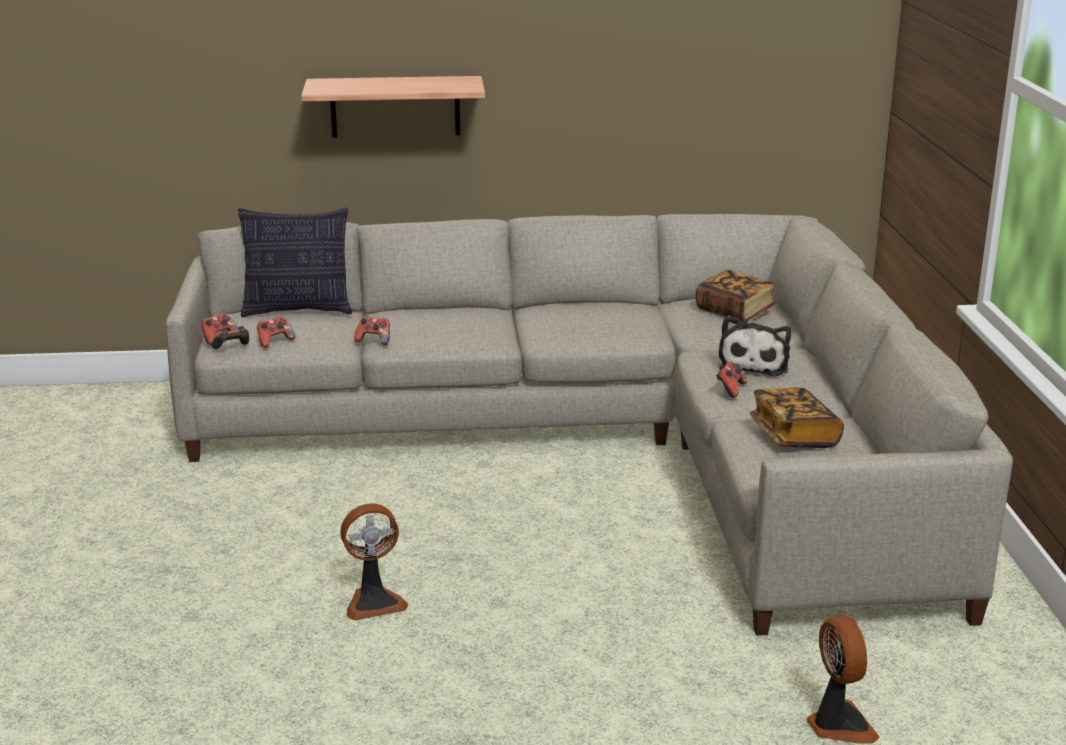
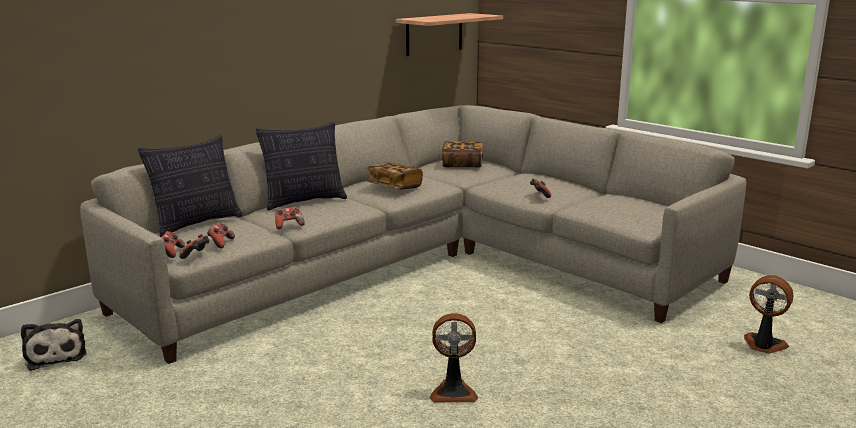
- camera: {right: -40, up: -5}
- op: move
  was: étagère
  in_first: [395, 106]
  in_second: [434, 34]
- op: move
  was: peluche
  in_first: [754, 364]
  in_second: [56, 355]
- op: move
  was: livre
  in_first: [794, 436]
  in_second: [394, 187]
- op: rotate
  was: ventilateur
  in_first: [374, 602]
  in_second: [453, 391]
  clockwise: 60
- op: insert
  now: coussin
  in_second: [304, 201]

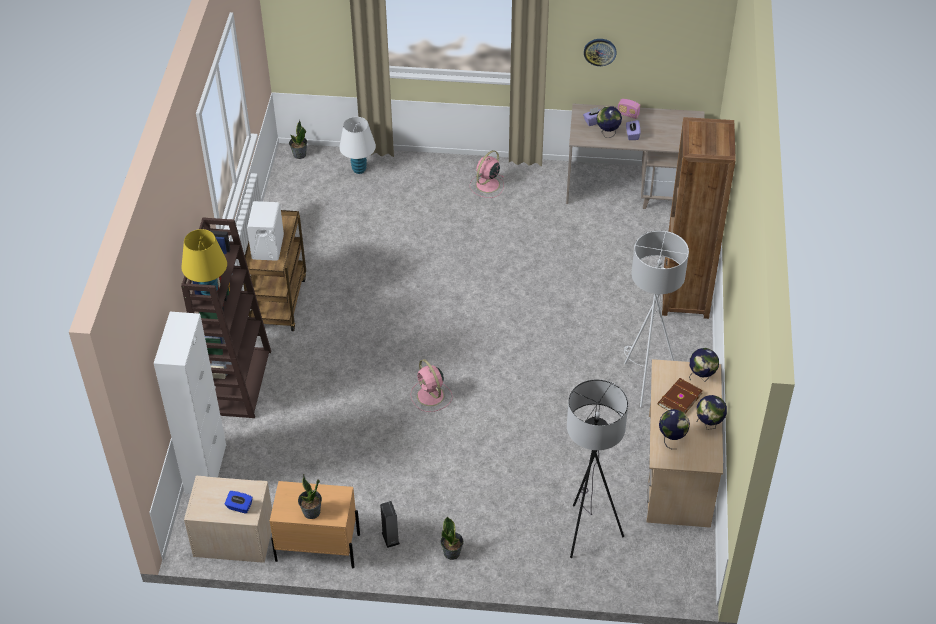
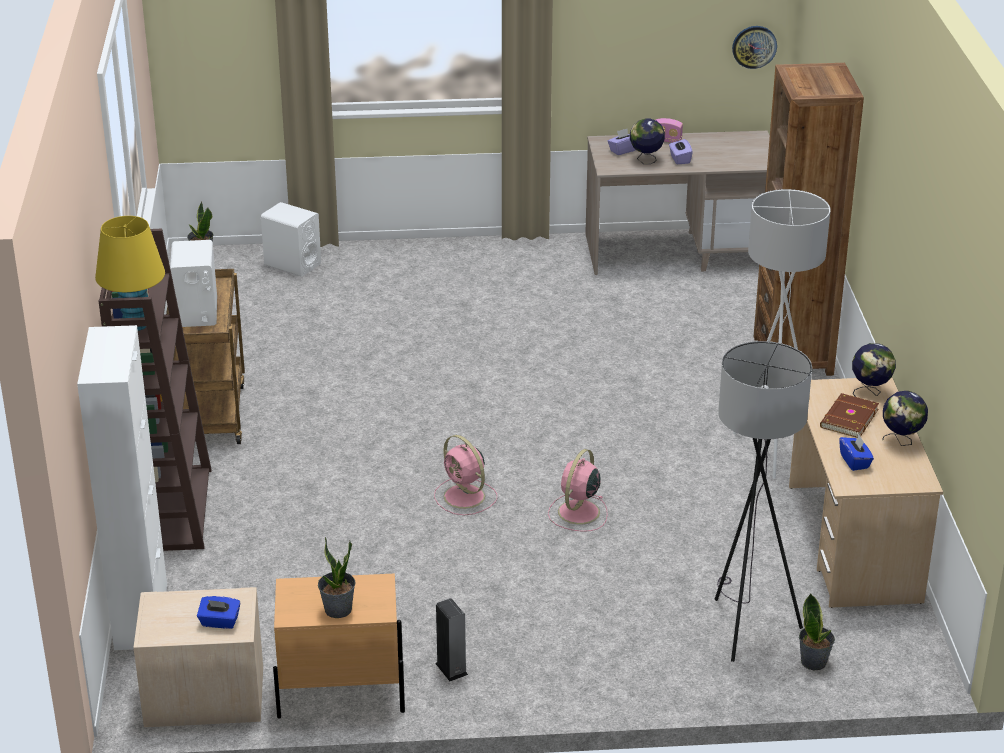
- camera: {right: -10, up: -15}
- op: move
  was: horloge murale
  in_first: [600, 51]
  in_second: [754, 46]
- op: replace
  was: lampe de table (blanc)
  now: enceinte (blanc)
  in_first: [359, 169]
  in_second: [292, 264]
- op: move
  was: ventilateur (rose)
  in_first: [487, 185]
  in_second: [578, 513]
- op: replace
  was: globe
  now: boîte à mouchoirs (bleu)
  in_first: [672, 439]
  in_second: [855, 462]
- op: move
  was: plante en pot
  in_first: [452, 552]
  in_second: [814, 662]

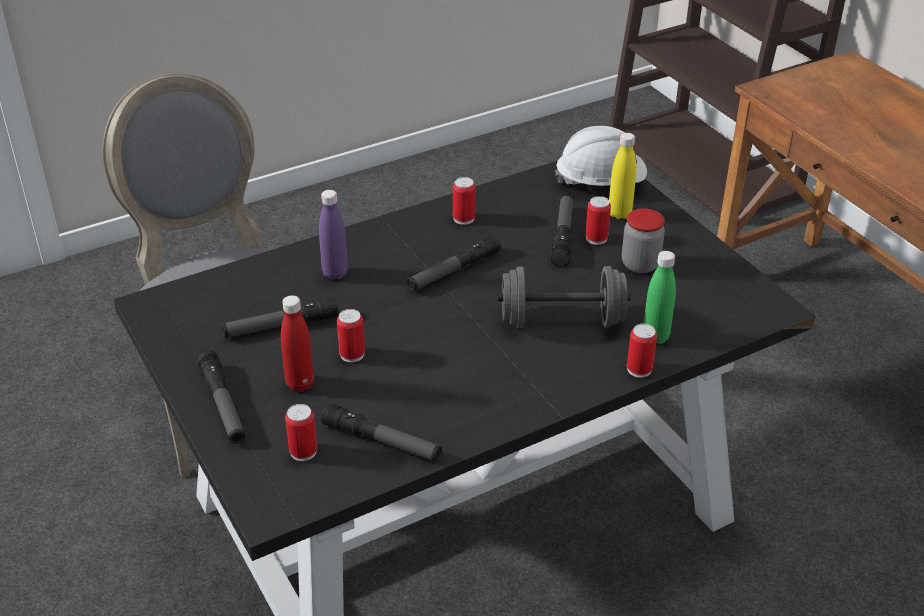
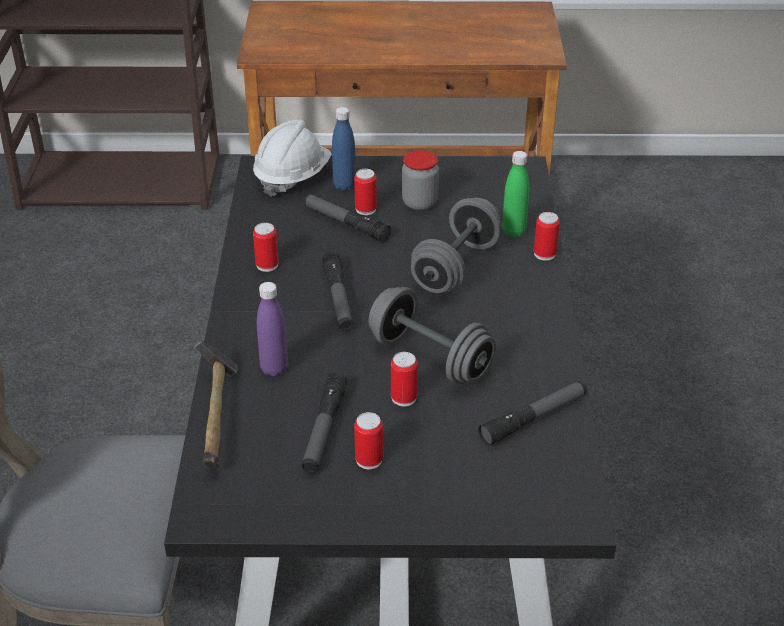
- camera: {right: -60, up: 0}
- op: recolor
  was: bouteille (jaune)
  now: bouteille (bleu)
  in_first: [619, 213]
  in_second: [344, 185]
- op: delete
  was: bouteille (rouge)
  in_first: [300, 383]
- op: delete
  was: lampe de poche
  in_first: [223, 404]
- op: move
  was: boîte métallique
  in_first: [303, 451]
  in_second: [369, 459]
- op: insert
  now: haltère (gris)
  in_second: [430, 358]
- op: insert
  now: marteau
  in_second: [217, 418]

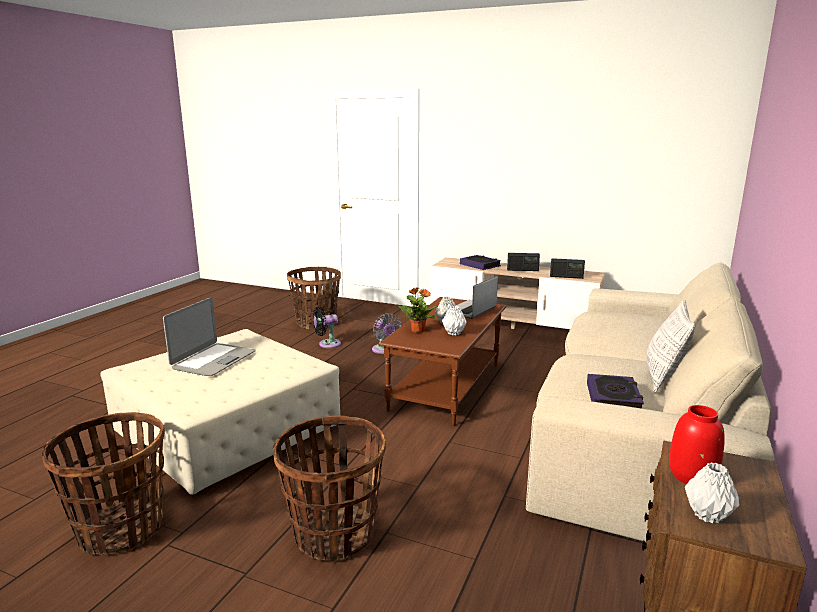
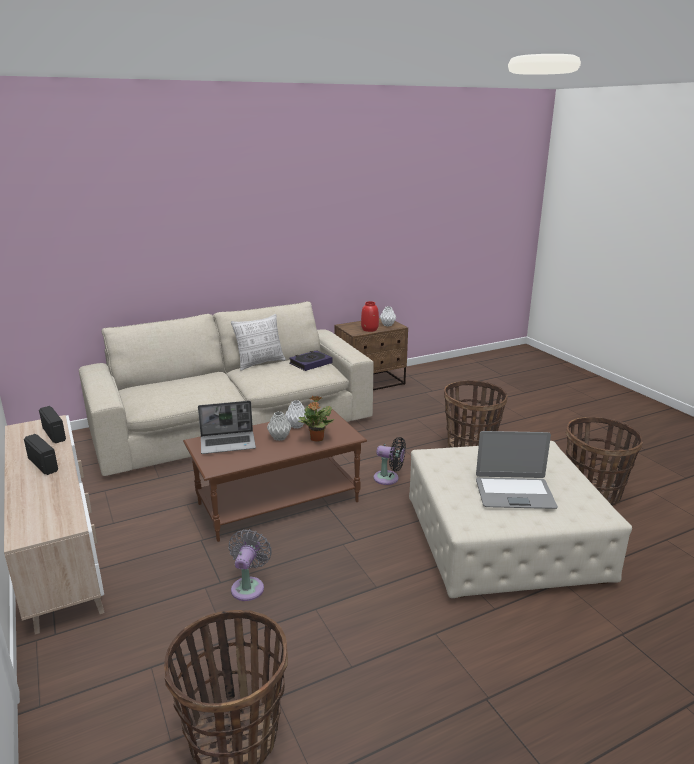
- camera: {right: -140, up: 5}
- op: delete
  was: livre
  in_first: [480, 265]
- op: rotate
  was: ordinateur portable
  in_first: [213, 360]
  in_second: [514, 493]
  clockwise: -150
- op: move
  was: ventilateur (noir)
  in_first: [327, 344]
  in_second: [389, 478]

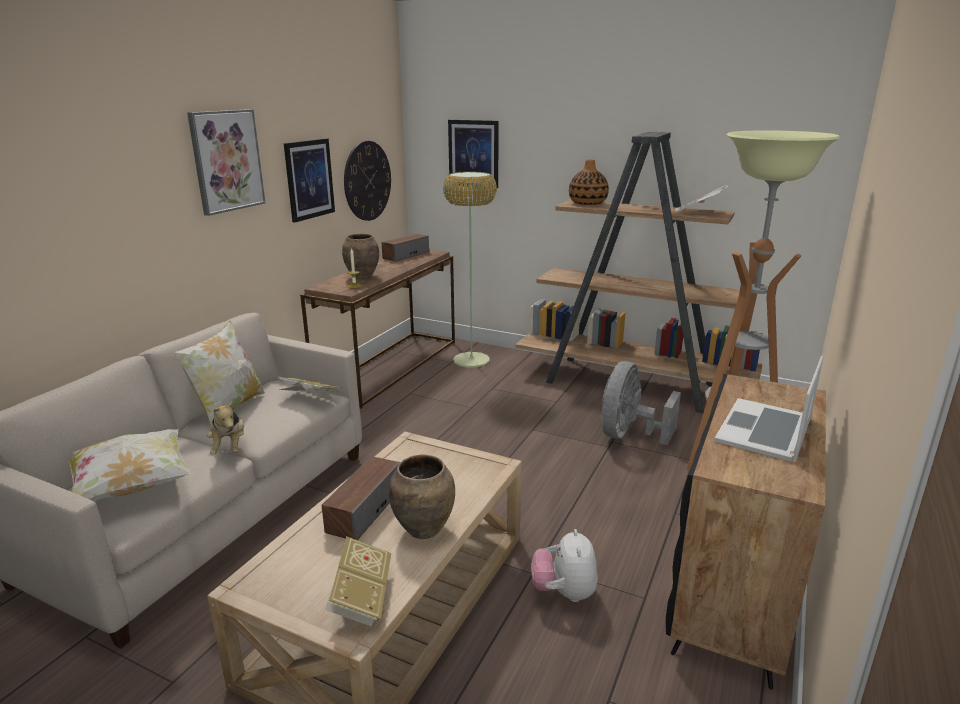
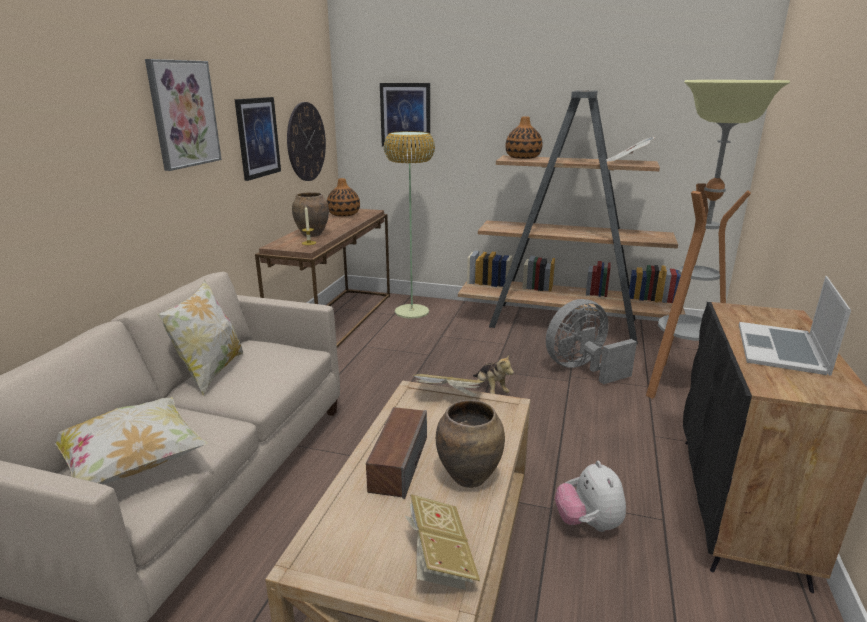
- camera: {right: -10, up: 0}
- op: replace
  was: enceinte
  now: vase
  in_first: [405, 255]
  in_second: [344, 214]
- op: rotate
  was: ventilateur (gris)
  in_first: [628, 435]
  in_second: [582, 369]
  clockwise: 45
- op: move
  was: livre
  in_first: [310, 398]
  in_second: [448, 397]
- op: move
  was: peluche
  in_first: [230, 447]
  in_second: [490, 389]

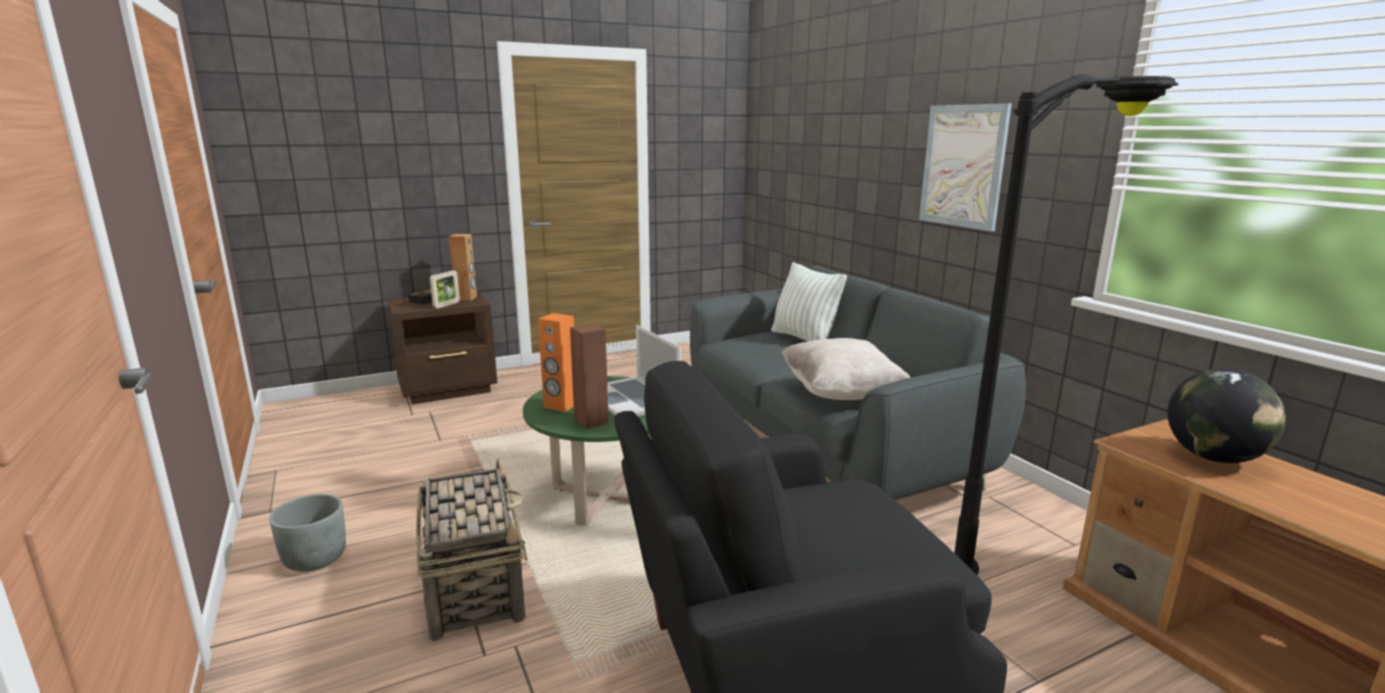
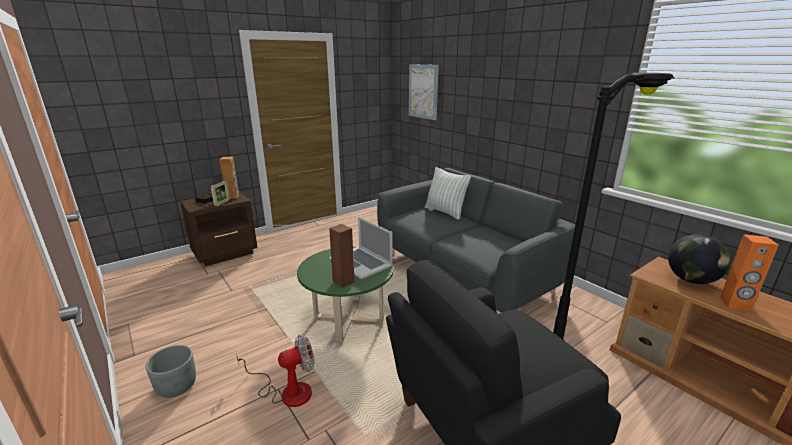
- camera: {right: -10, up: 5}
- op: move
  was: tableau
  in_first: [963, 166]
  in_second: [423, 91]
- op: move
  was: enceinte (orange)
  in_first: [561, 406]
  in_second: [735, 304]
- op: delete
  was: coussin (beige)
  in_first: [841, 393]
- op: replace
  was: panier
  now: ventilateur
  in_first: [474, 585]
  in_second: [287, 391]

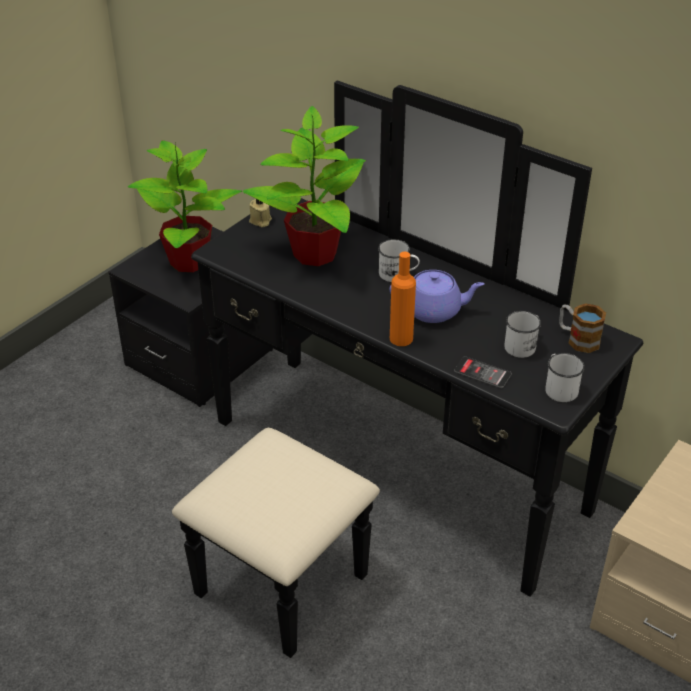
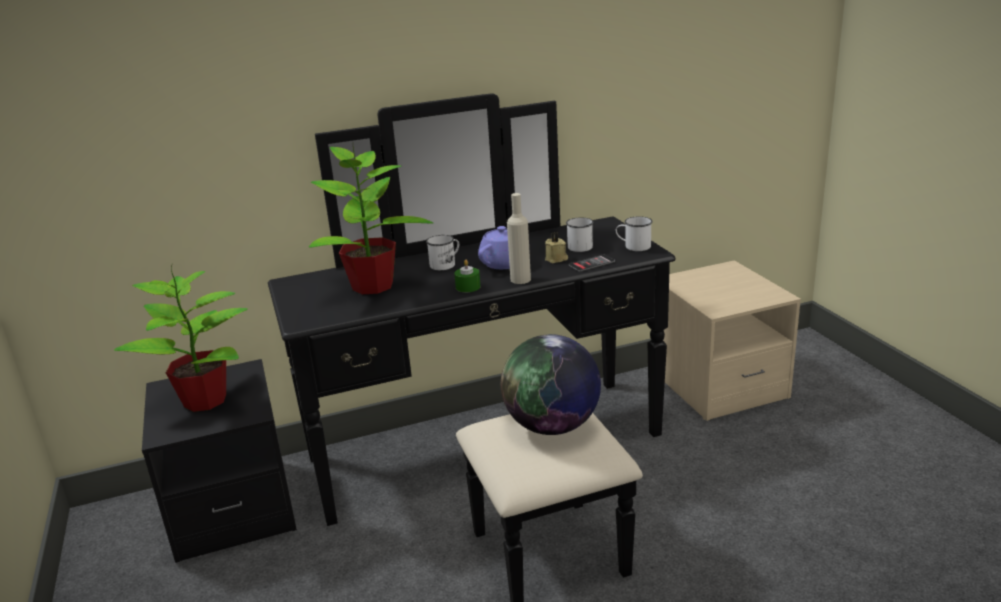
- camera: {right: -55, up: -15}
- op: move
  was: bougie (beige)
  in_first: [260, 221]
  in_second: [556, 259]
- op: recolor
  was: bouteille (orange)
  now: bouteille (beige)
  in_first: [401, 338]
  in_second: [520, 279]
- op: delete
  was: mug
  in_first: [577, 339]
- op: insert
  now: bougie (vert)
  in_second: [468, 287]
- op: insert
  now: globe
  in_second: [552, 426]

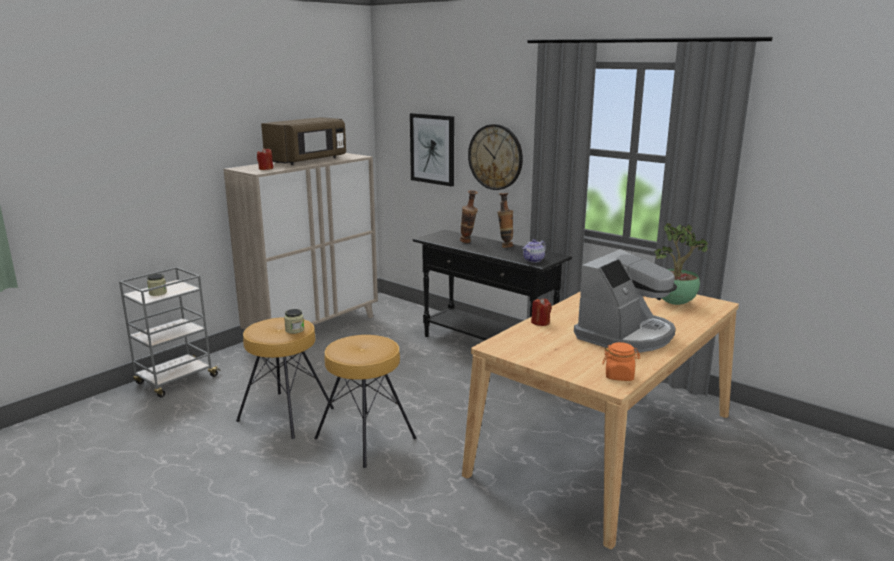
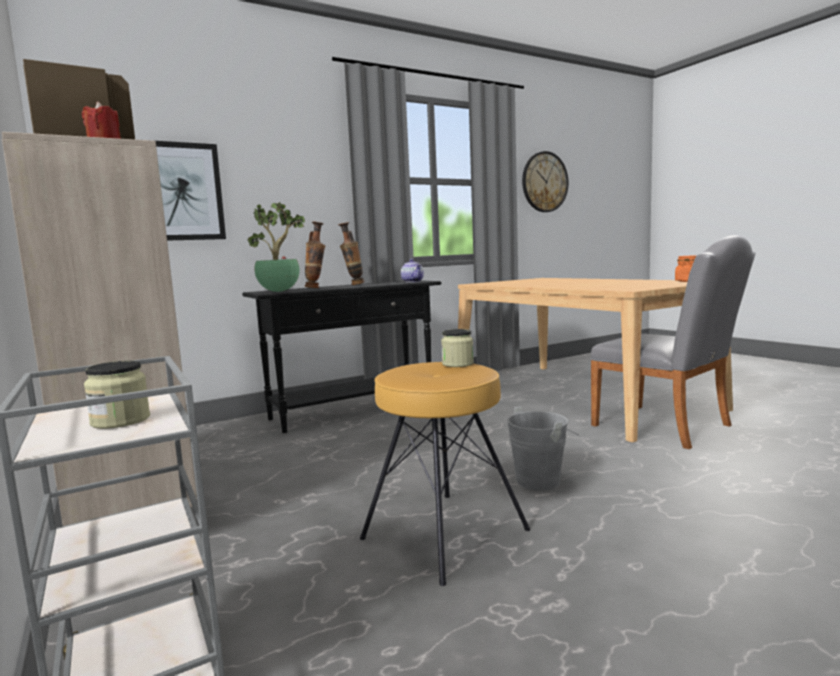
- camera: {right: -70, up: -10}
- op: move
  was: horloge murale
  in_first: [495, 157]
  in_second: [544, 182]
- op: move
  was: plante en pot
  in_first: [676, 303]
  in_second: [280, 291]
- op: delete
  was: machine à café
  in_first: [625, 335]
- op: delete
  was: bougie (rouge)
  in_first: [540, 322]
- op: replace
  was: tabouret (marron)
  now: seau (gris)
  in_first: [365, 438]
  in_second: [542, 480]
- op: insert
  now: chaise (gris)
  in_second: [669, 427]

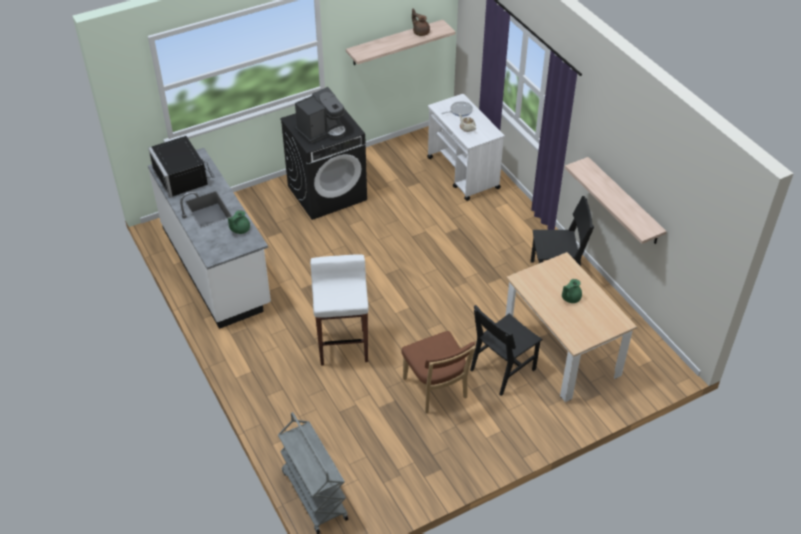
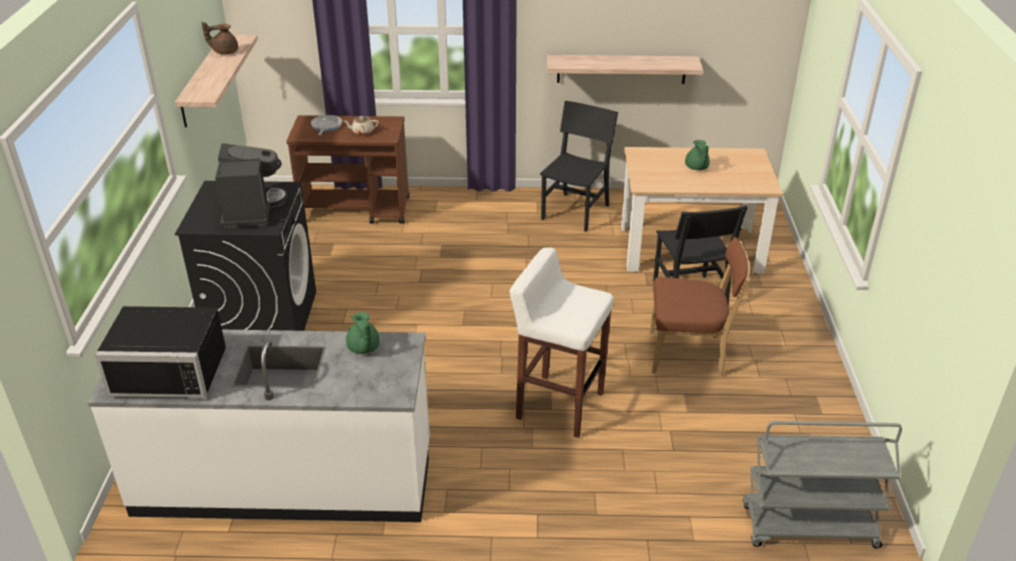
- camera: {right: -60, up: -10}
- op: recolor
  was: chariot (blanc)
  now: chariot (marron)
  in_first: [463, 173]
  in_second: [356, 210]

